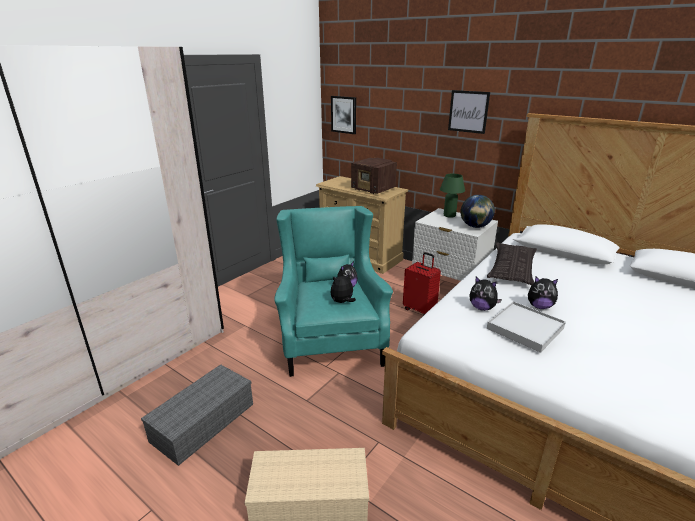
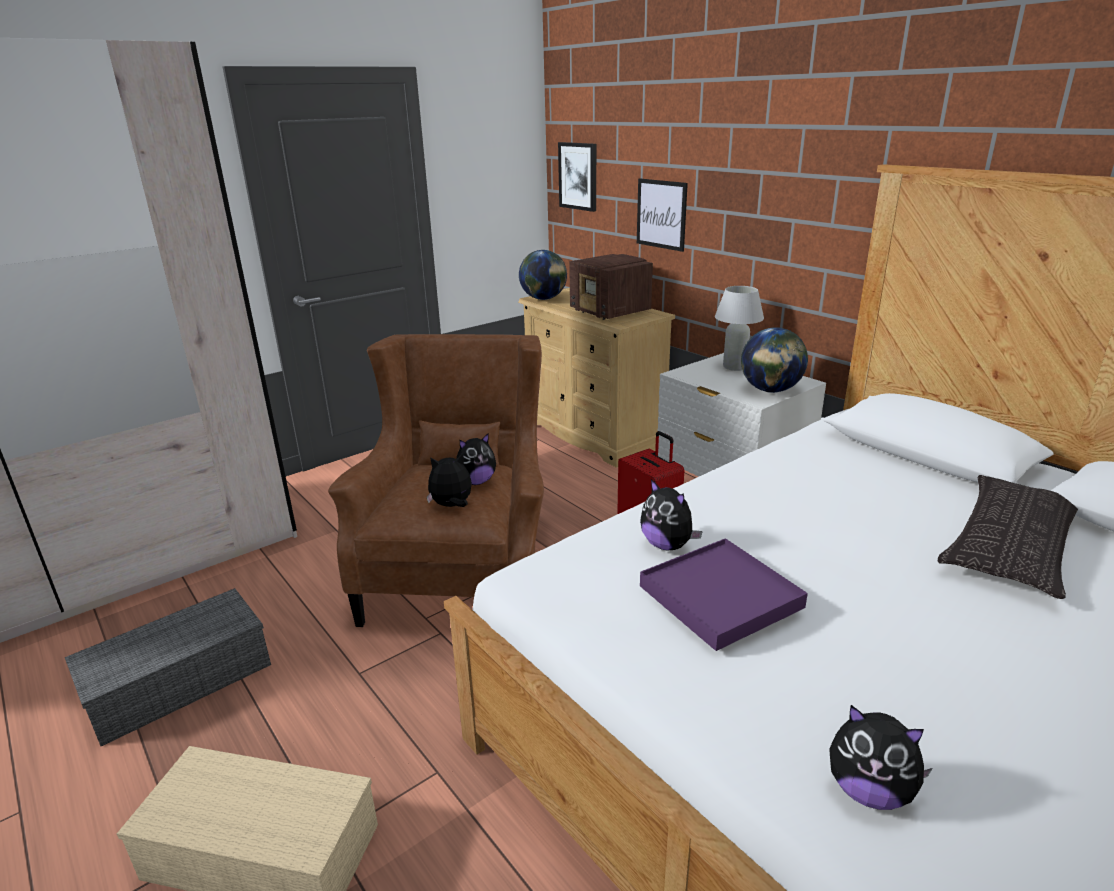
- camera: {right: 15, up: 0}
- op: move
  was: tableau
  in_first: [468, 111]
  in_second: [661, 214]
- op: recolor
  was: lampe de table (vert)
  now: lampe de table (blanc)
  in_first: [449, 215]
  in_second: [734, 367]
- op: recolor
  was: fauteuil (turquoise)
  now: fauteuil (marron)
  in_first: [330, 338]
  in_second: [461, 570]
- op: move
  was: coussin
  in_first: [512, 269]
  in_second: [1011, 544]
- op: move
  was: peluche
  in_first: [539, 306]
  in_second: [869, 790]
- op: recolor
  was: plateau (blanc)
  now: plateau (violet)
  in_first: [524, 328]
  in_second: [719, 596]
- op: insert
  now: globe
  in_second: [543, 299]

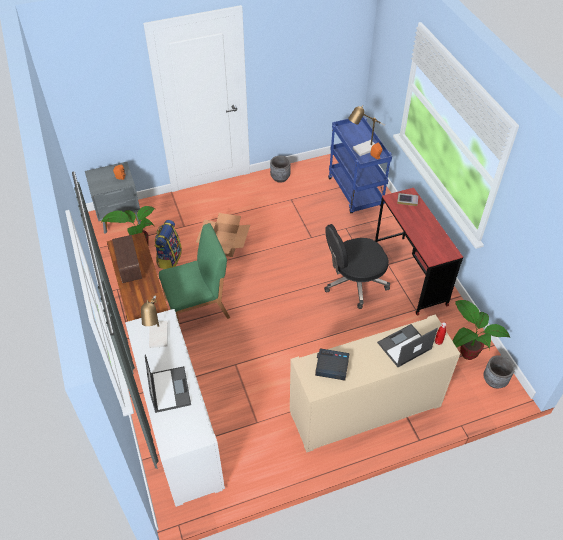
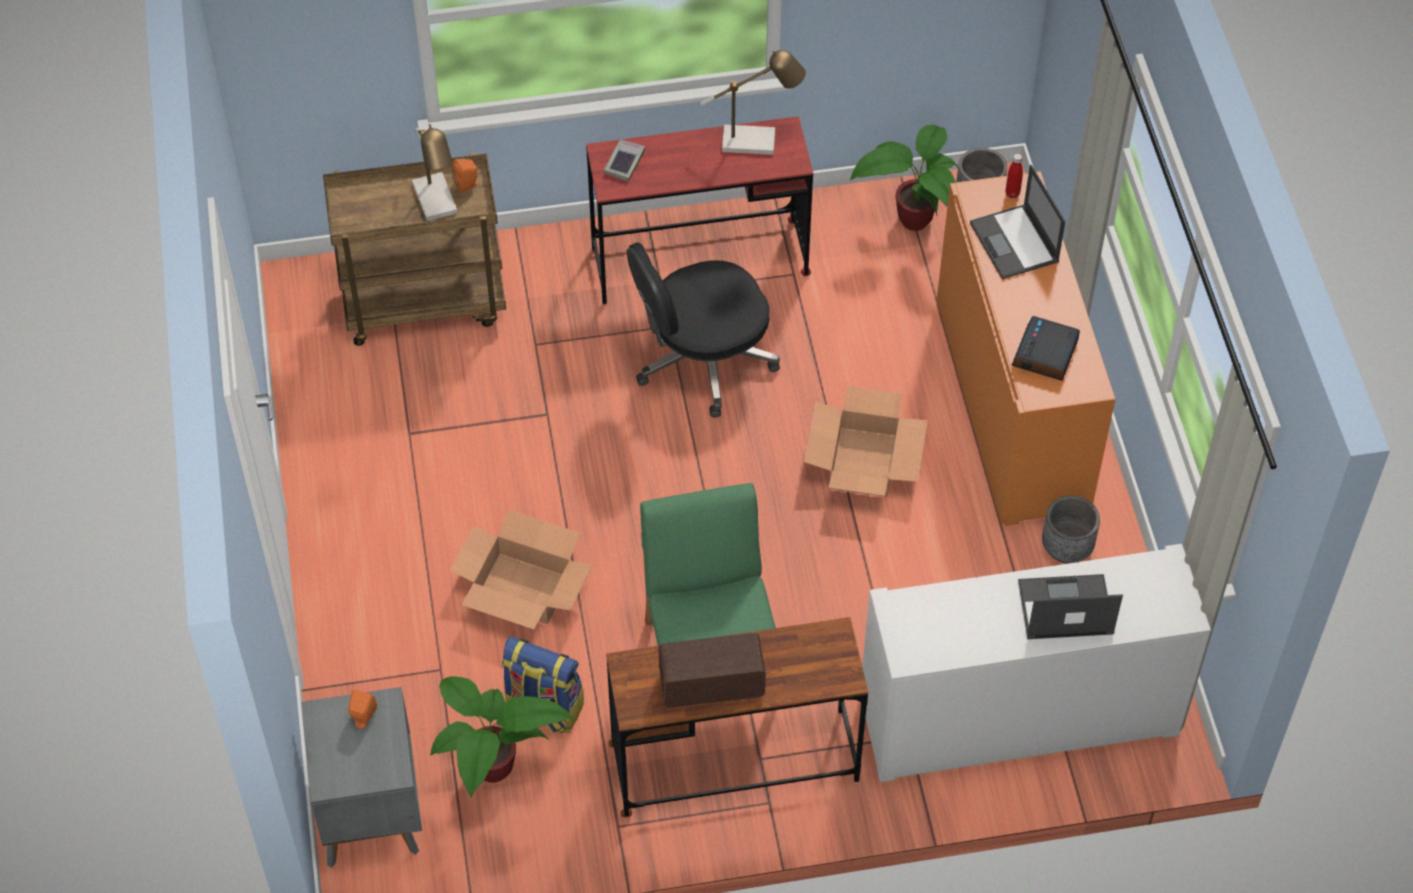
- camera: {right: -80, up: 5}
- op: recolor
  was: chariot (bleu)
  now: chariot (marron)
  in_first: [356, 193]
  in_second: [425, 302]
- op: move
  was: cache-pot (gris)
  in_first: [280, 178]
  in_second: [1066, 548]
- op: rotate
  was: chaise de bureau (noir)
  in_first: [354, 283]
  in_second: [702, 361]
  clockwise: 75
- op: move
  was: lampe de table
  in_first: [159, 338]
  in_second: [756, 141]
- op: recolor
  was: meuble de rangement (beige)
  now: meuble de rangement (orange)
  in_first: [365, 409]
  in_second: [1011, 405]
- op: insert
  now: carton
  in_second: [864, 462]

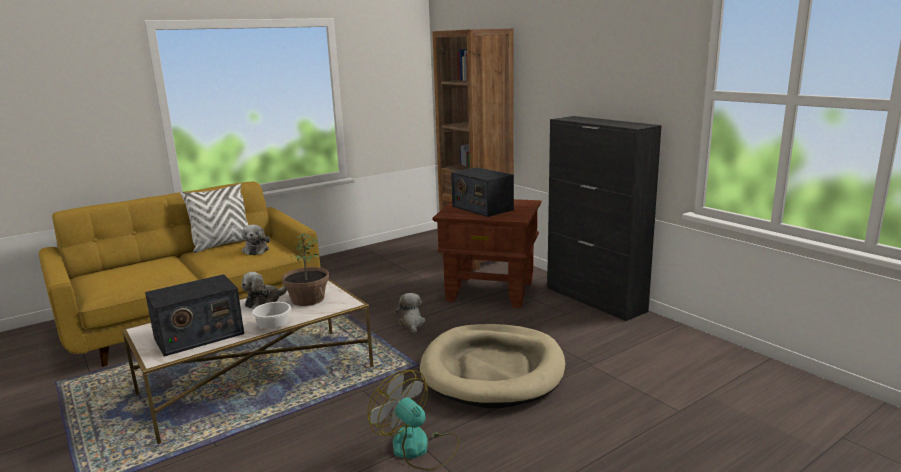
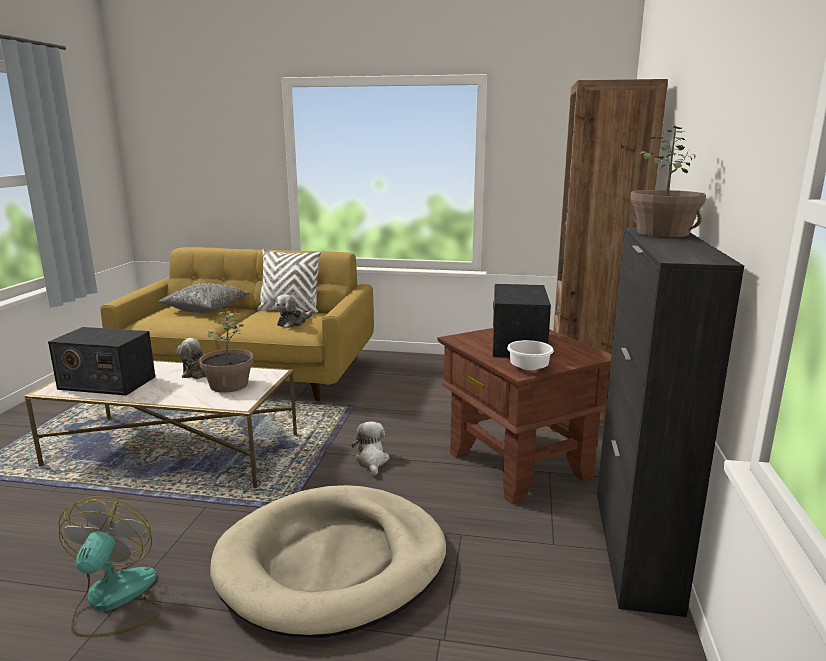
- camera: {right: 45, up: 0}
- op: rotate
  was: peluche
  in_first: [411, 323]
  in_second: [371, 461]
  clockwise: -45
- op: move
  was: bol (blanc)
  in_first: [273, 325]
  in_second: [529, 367]
- op: insert
  now: plante en pot
  in_second: [663, 233]
- op: insert
  now: coussin (gris)
  in_second: [207, 308]

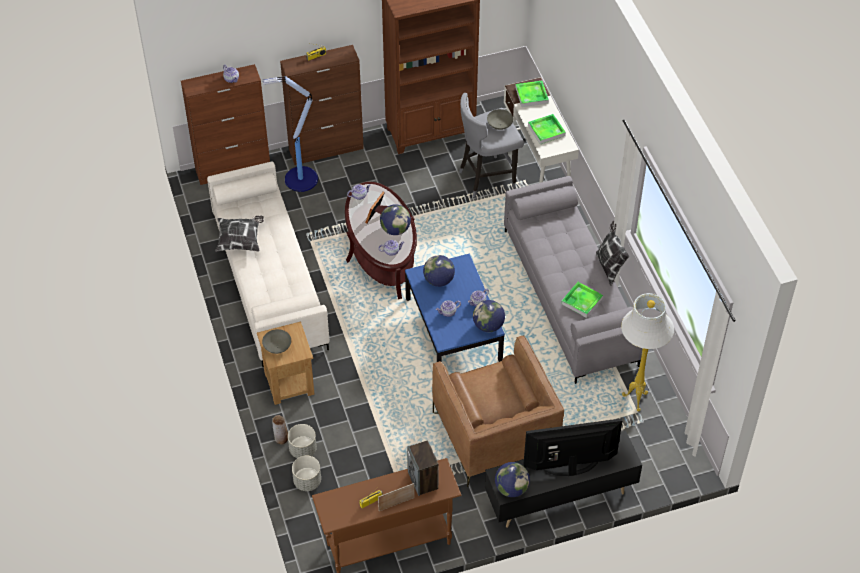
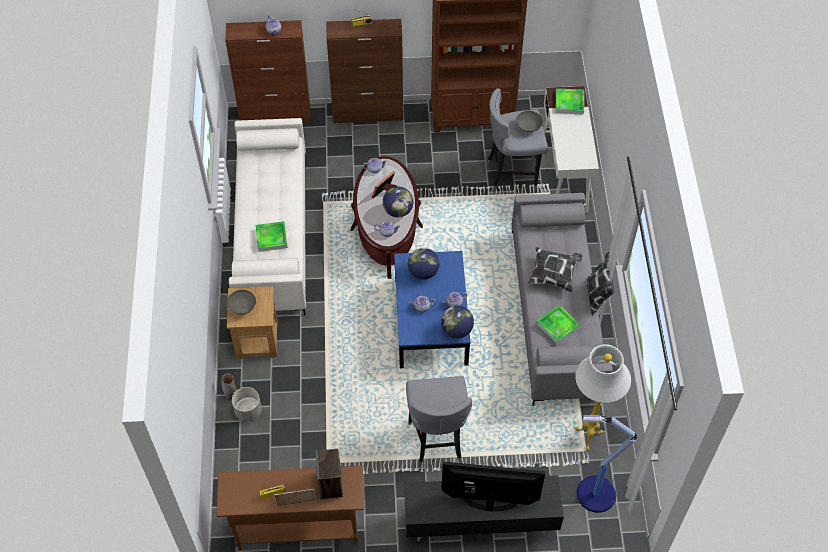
- camera: {right: 15, up: 5}
- op: move
  was: lampadaire
  in_first: [299, 179]
  in_second: [594, 494]
- op: move
  was: plateau
  in_first: [546, 130]
  in_second: [271, 238]
- op: move
  was: coussin
  in_first: [240, 240]
  in_second: [554, 274]
- op: replace
  was: fauteuil (marron)
  now: tabouret (gris)
  in_first: [495, 435]
  in_second: [436, 440]
- op: delete
  was: cache-pot (gris)
  in_first: [307, 481]
- op: delete
  was: globe
  in_first: [511, 488]

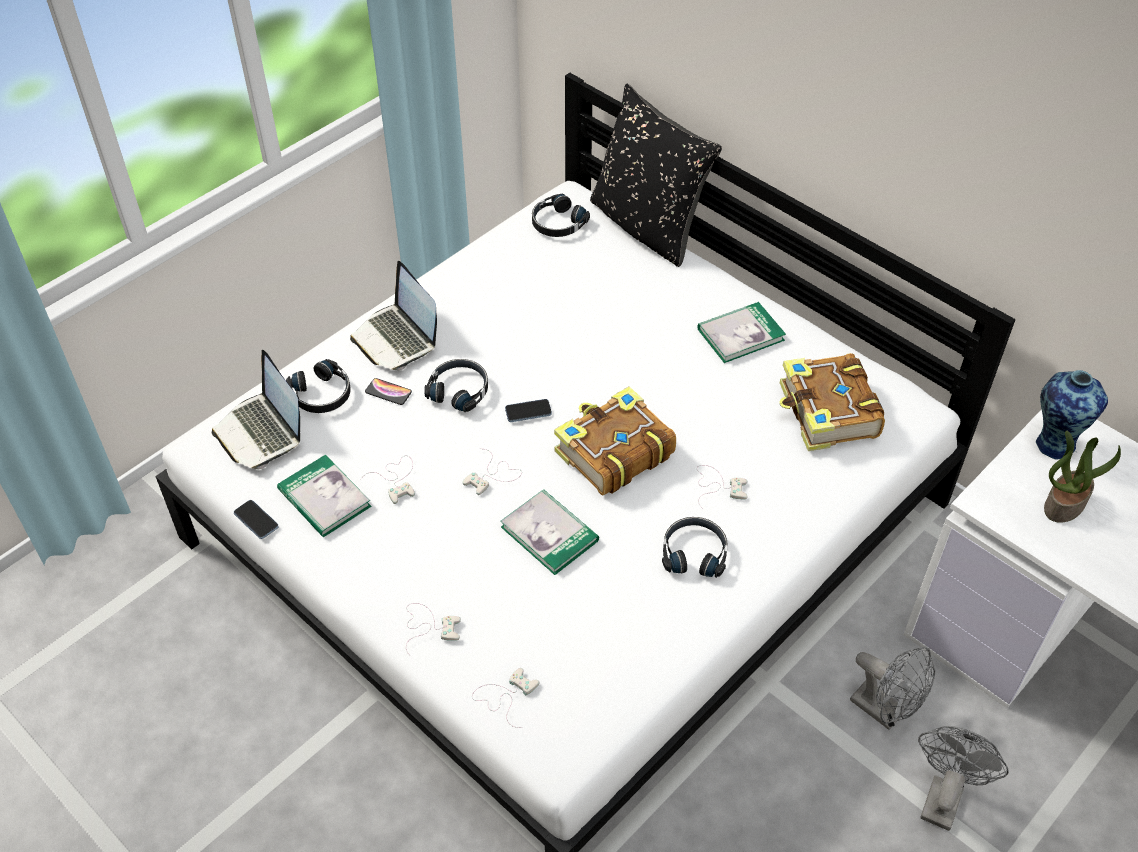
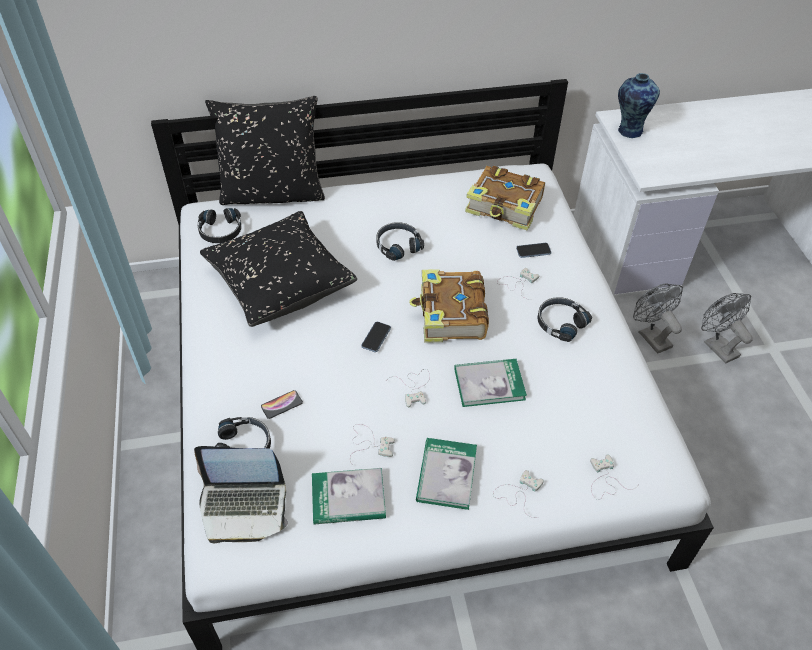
- camera: {right: -55, up: 0}
- op: delete
  was: ordinateur portable
  in_first: [397, 338]
- op: move
  was: livre
  in_first: [740, 334]
  in_second: [446, 475]
- op: move
  was: casque audio (noir)
  in_first: [459, 390]
  in_second: [398, 245]
- op: delete
  was: plante en pot
  in_first: [1064, 503]
- op: move
  was: téléphone
  in_first: [256, 520]
  in_second: [533, 251]
- op: rotate
  was: ventilateur (gris)
  in_first: [884, 711]
  in_second: [650, 336]
  clockwise: -105
- op: insert
  now: coussin (noir)
  in_second: [280, 282]

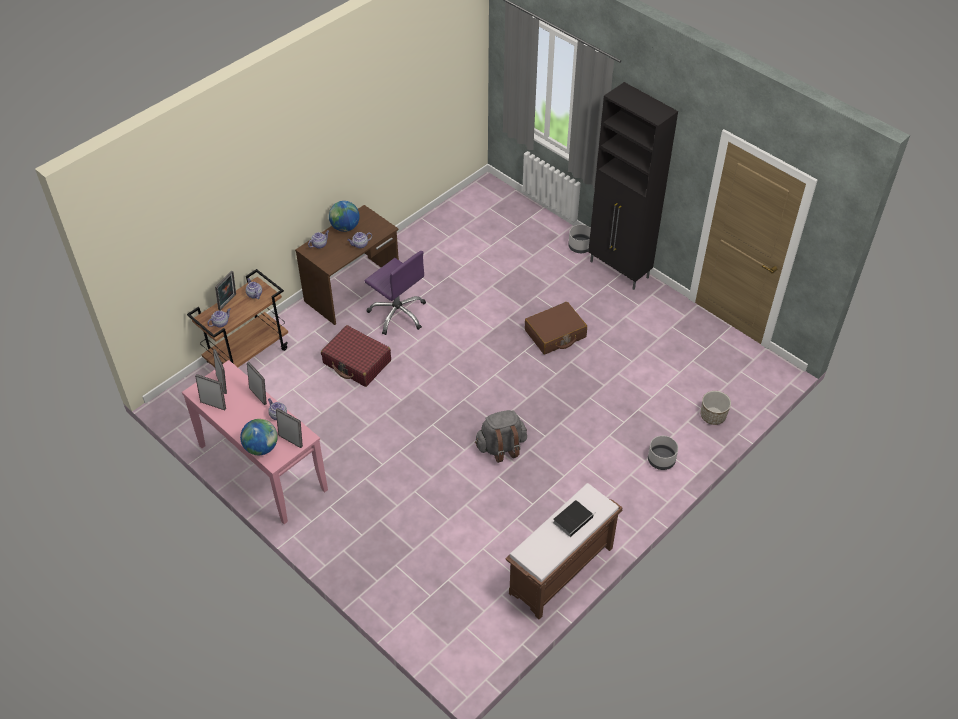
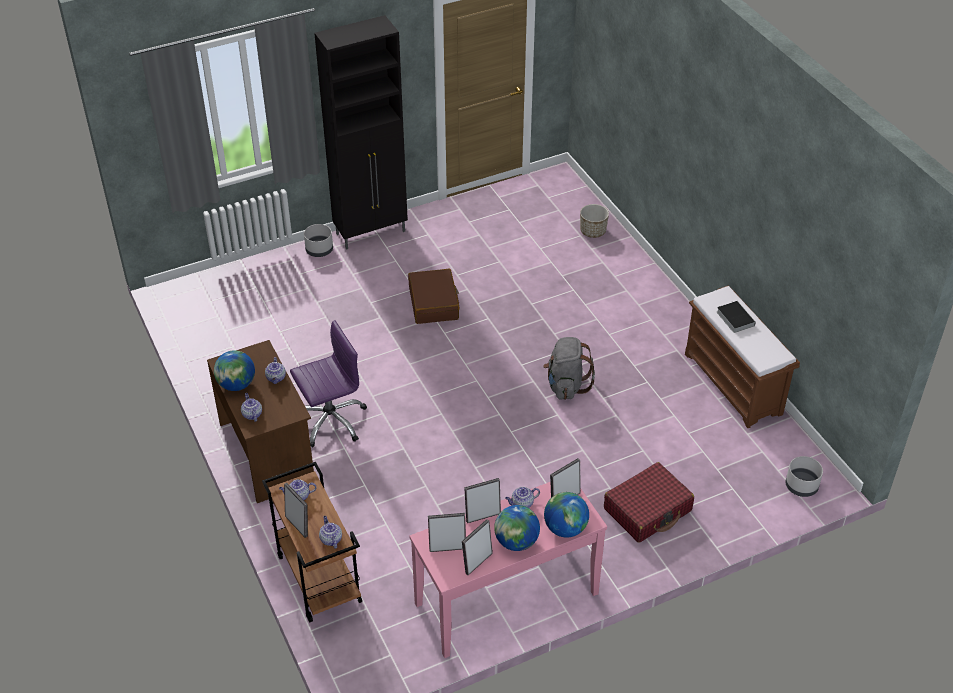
- camera: {right: -70, up: -5}
- op: move
  was: valise (rouge)
  in_first: [357, 362]
  in_second: [648, 510]
- op: move
  was: cache-pot (gris)
  in_first: [661, 460]
  in_second: [801, 486]
- op: insert
  now: globe
  in_second: [516, 542]

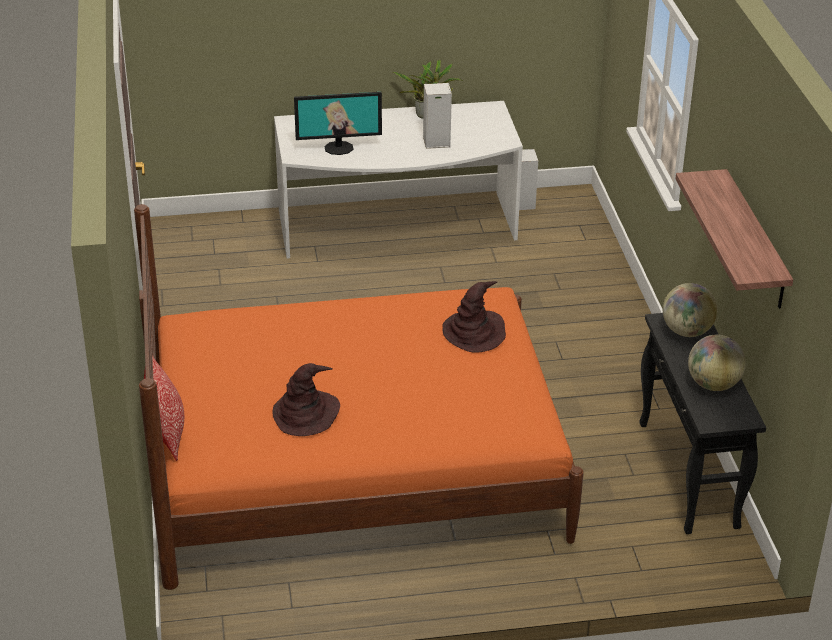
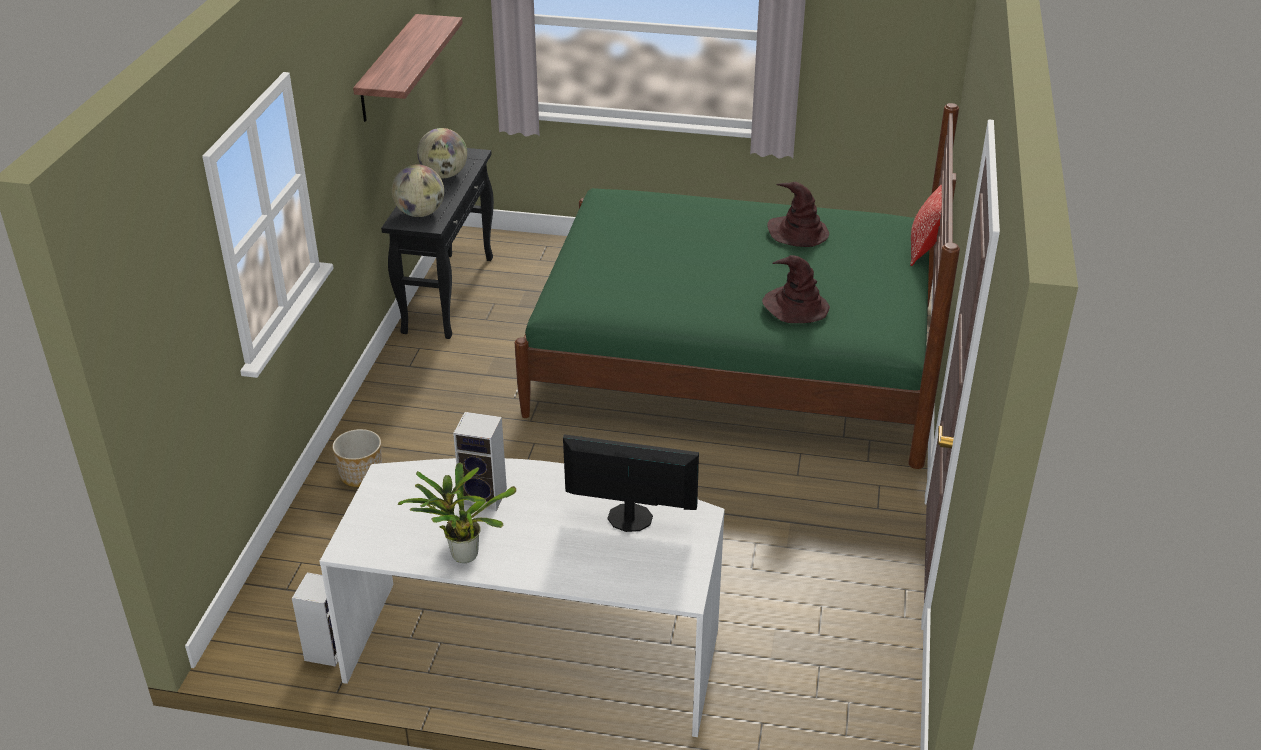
- camera: {right: -160, up: 0}
- op: recolor
  was: lit (orange)
  now: lit (vert)
  in_first: [355, 466]
  in_second: [735, 358]
- op: move
  was: chapeau (marron)
  in_first: [474, 332]
  in_second: [795, 307]
- op: insert
  now: cache-pot
  in_second: [361, 474]

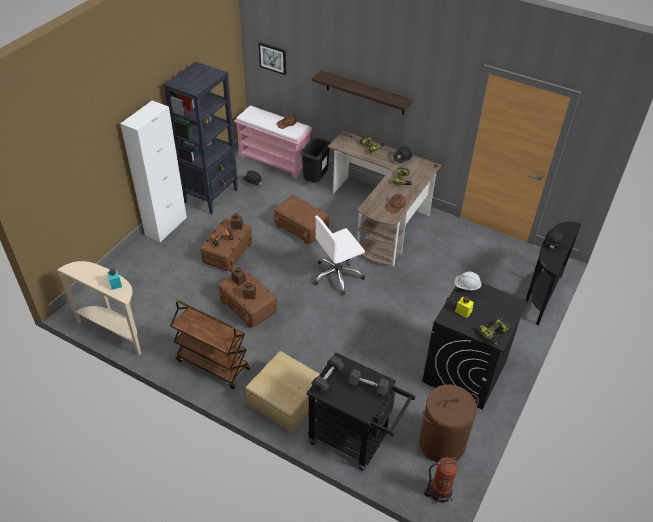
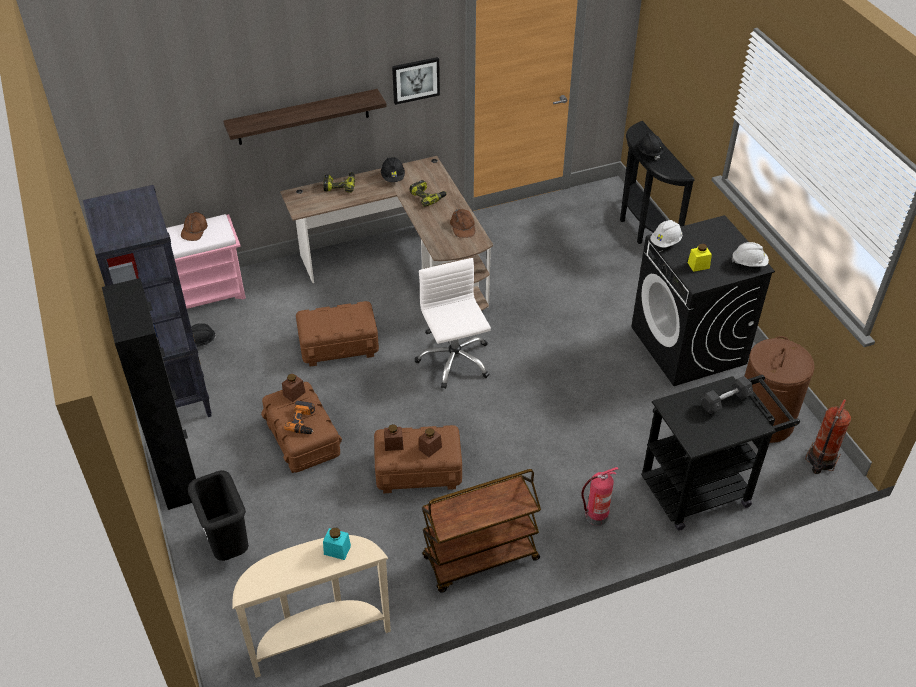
- camera: {right: -50, up: 0}
- op: move
  was: tableau
  in_first: [273, 58]
  in_second: [415, 80]
- op: recolor
  was: meuble de rangement (blanc)
  now: meuble de rangement (noir)
  in_first: [166, 226]
  in_second: [177, 477]
- op: move
  was: poubelle (noir)
  in_first: [315, 180]
  in_second: [227, 546]
- op: rotate
  was: chaise de bureau (blanc)
  in_first: [337, 276]
  in_second: [454, 360]
  clockwise: 150
- op: replace
  was: perceuse
  now: casque de chantier (blanc)
  in_first: [495, 334]
  in_second: [749, 263]
- op: replace
  was: boîte de rangement (beige)
  now: extincteur
  in_first: [285, 398]
  in_second: [596, 517]
- op: delete
  was: haltère (gris)
  in_first: [327, 378]

